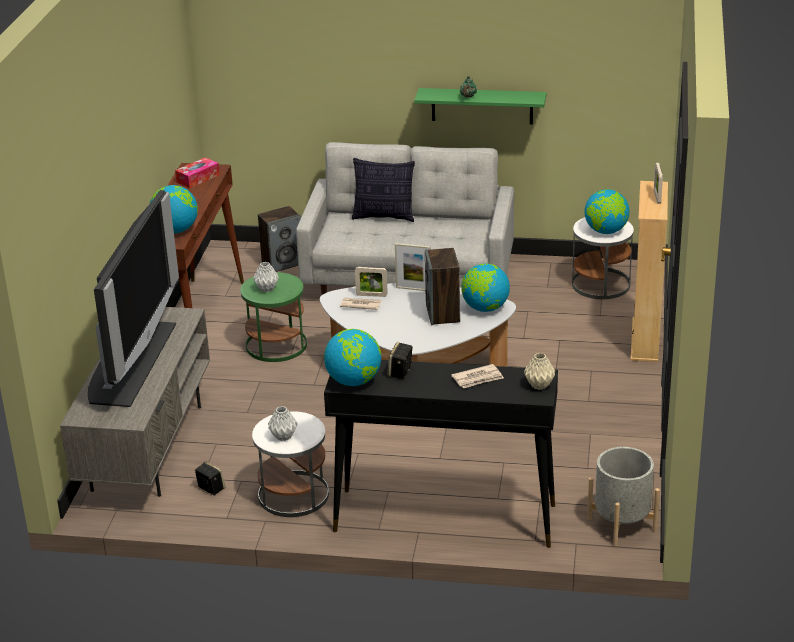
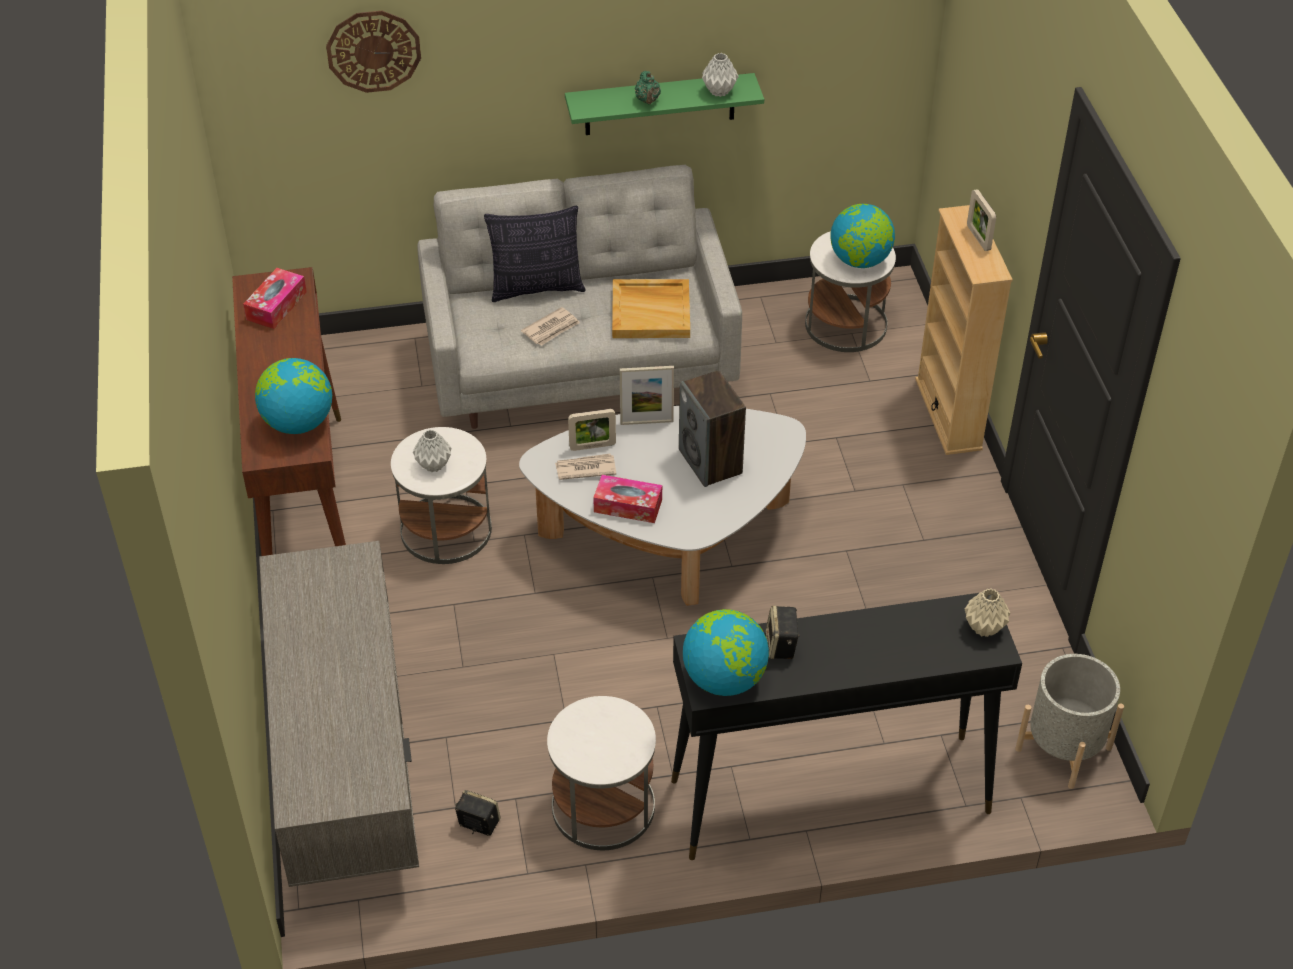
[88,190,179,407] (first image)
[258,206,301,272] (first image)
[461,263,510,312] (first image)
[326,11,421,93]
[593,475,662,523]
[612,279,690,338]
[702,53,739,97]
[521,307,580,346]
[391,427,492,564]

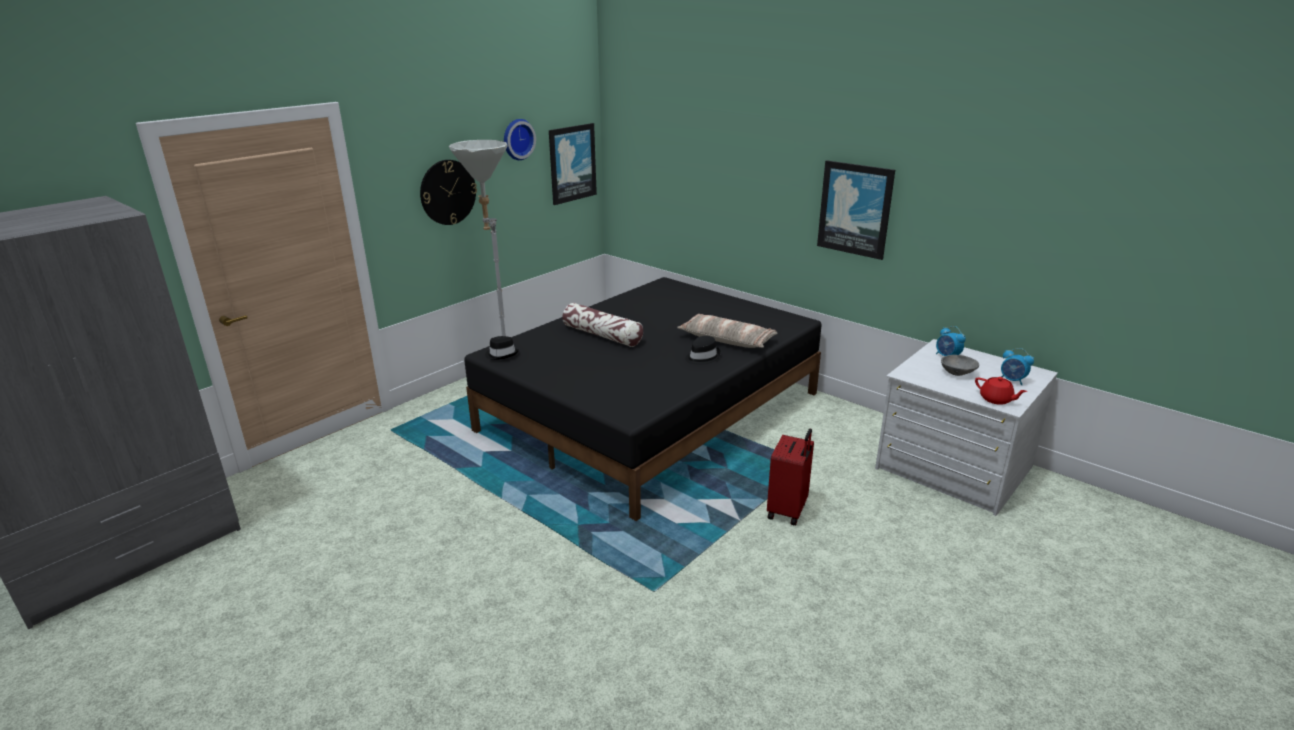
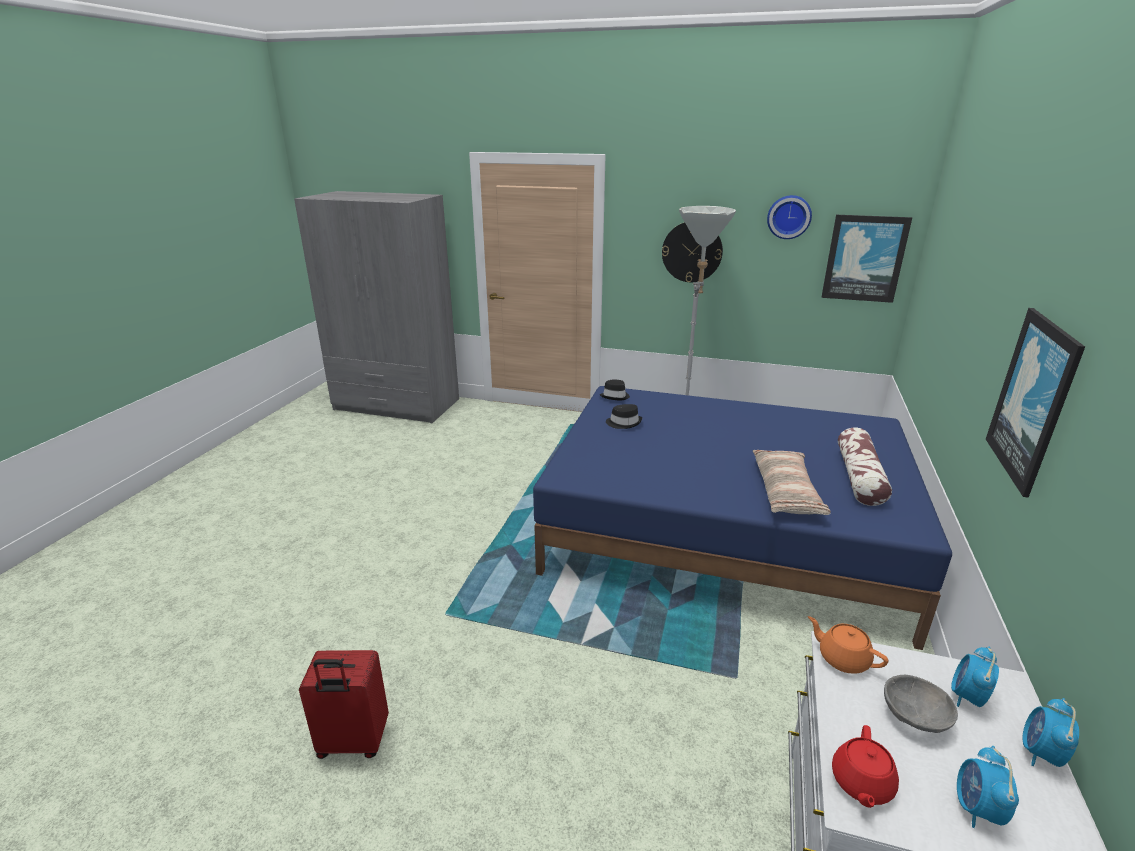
[808,616,888,674]
[1022,698,1079,767]
[838,428,892,506]
[606,404,642,429]
[299,650,389,759]
[533,386,952,650]

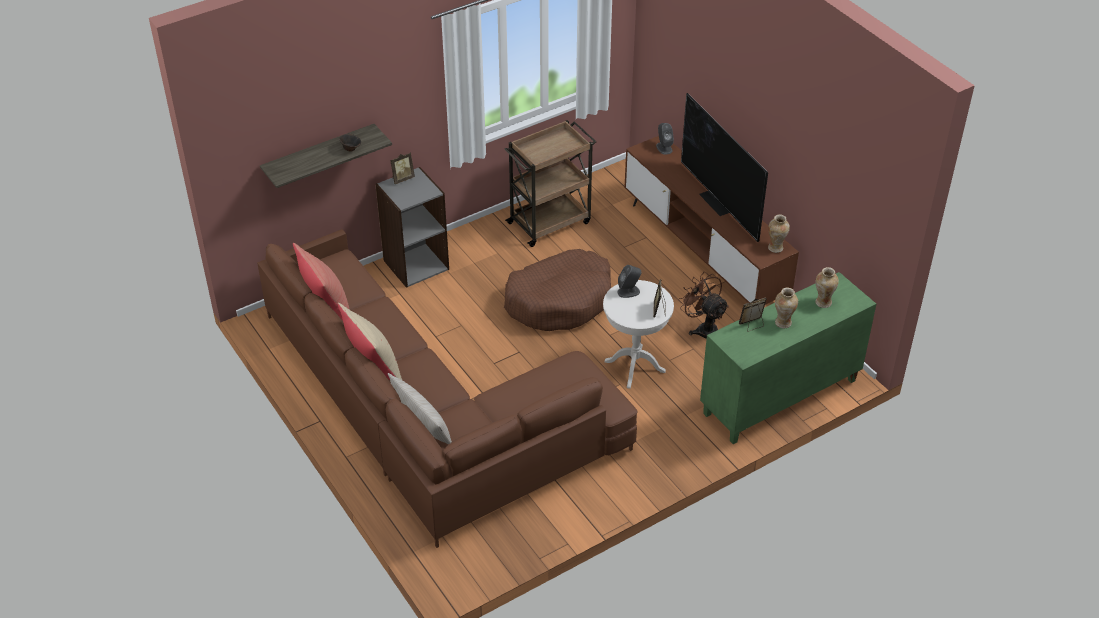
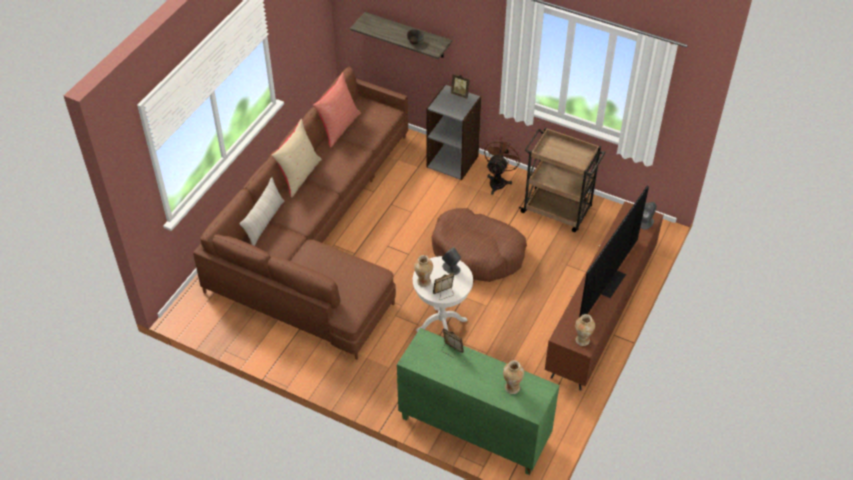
[484,138,522,195]
[414,255,433,287]

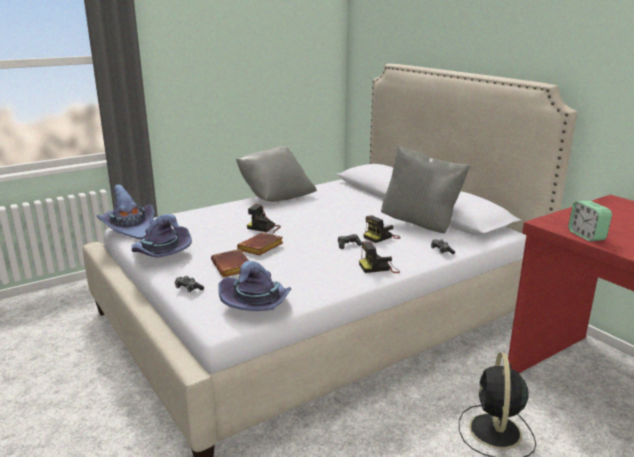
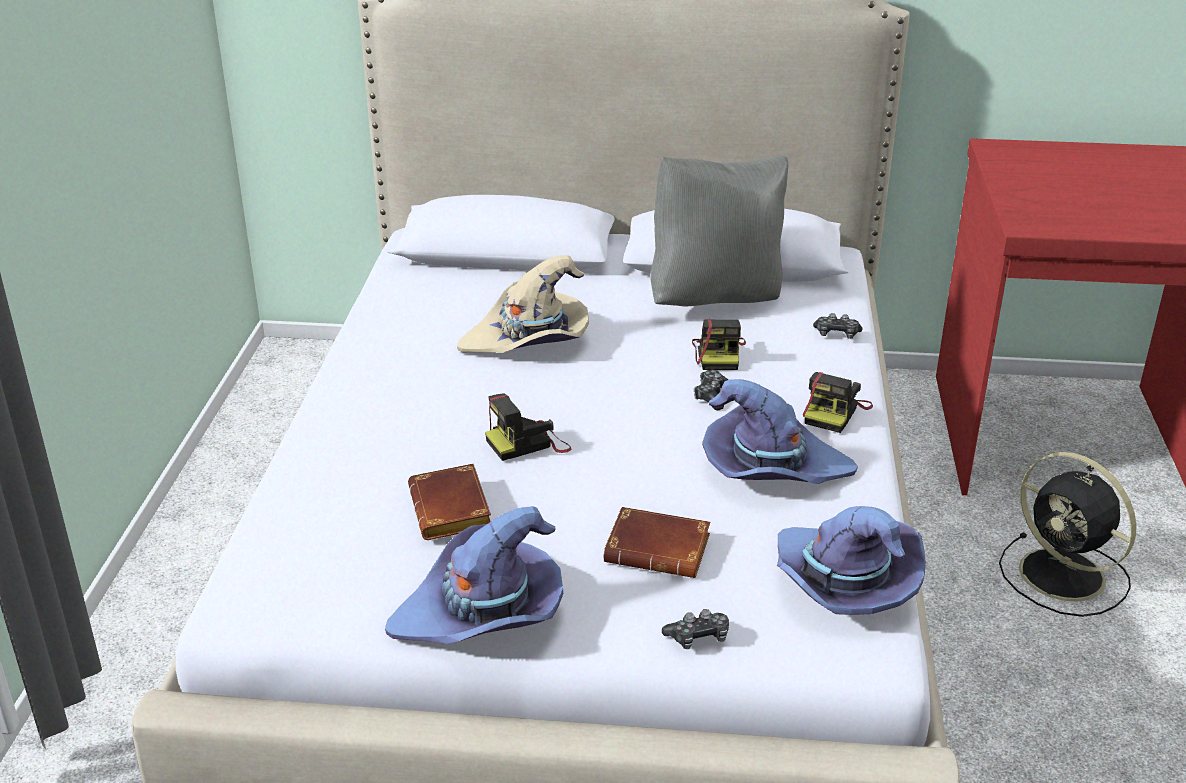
[236,146,317,202] (first image)
[568,201,612,242] (first image)
[457,255,589,353]
[702,379,858,484]
[408,464,491,540]

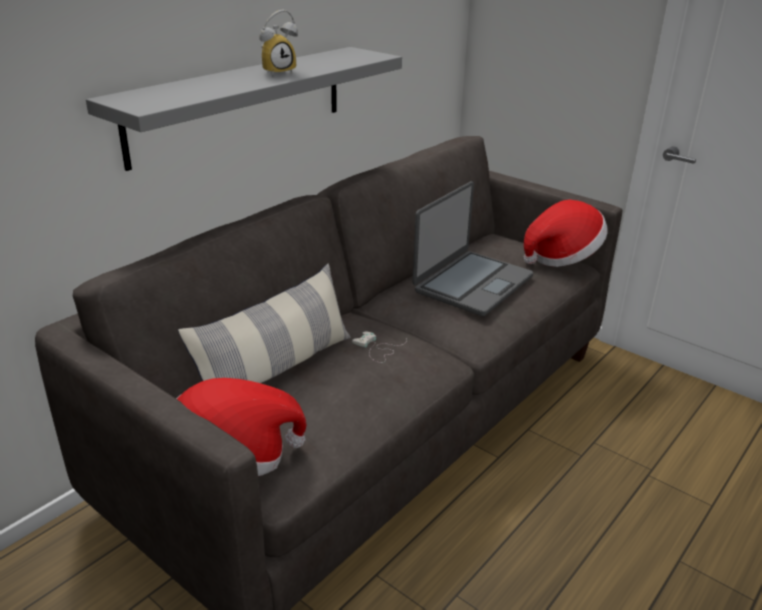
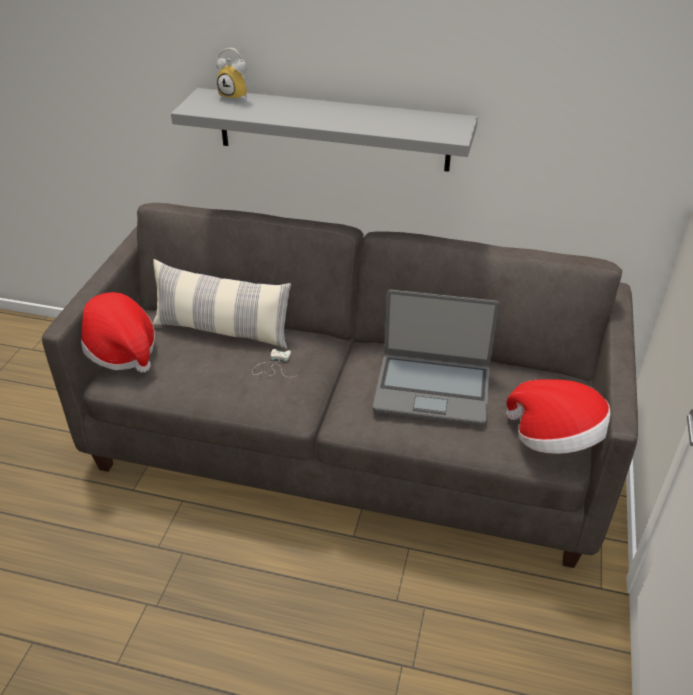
[216,48,247,102]

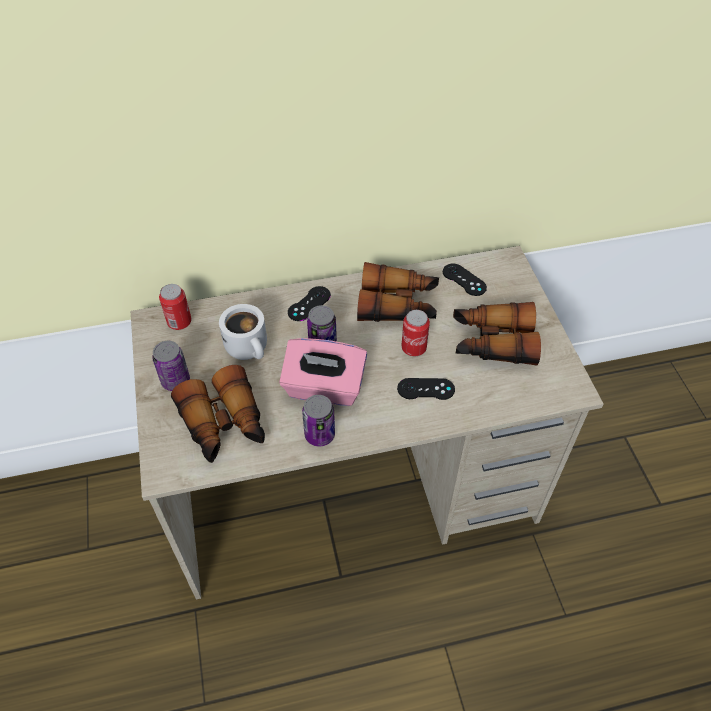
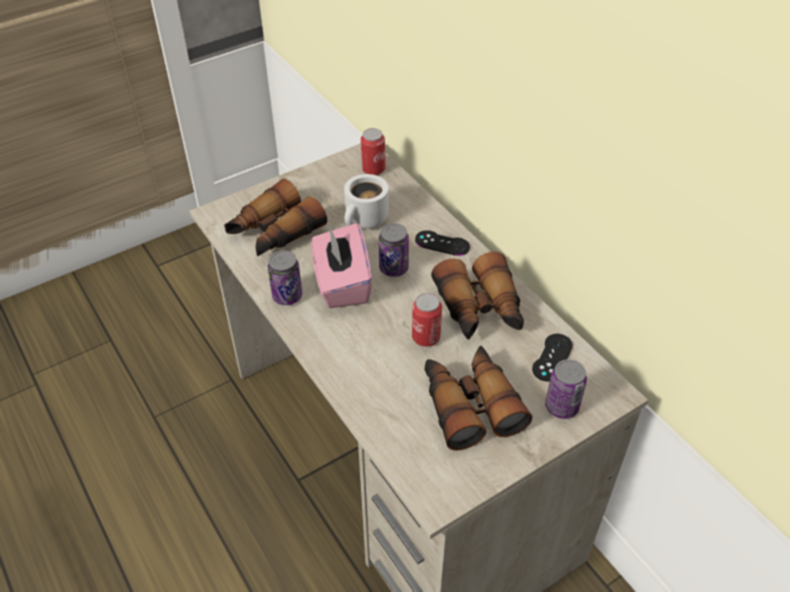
[397,378,455,400] (first image)
[545,359,587,419]

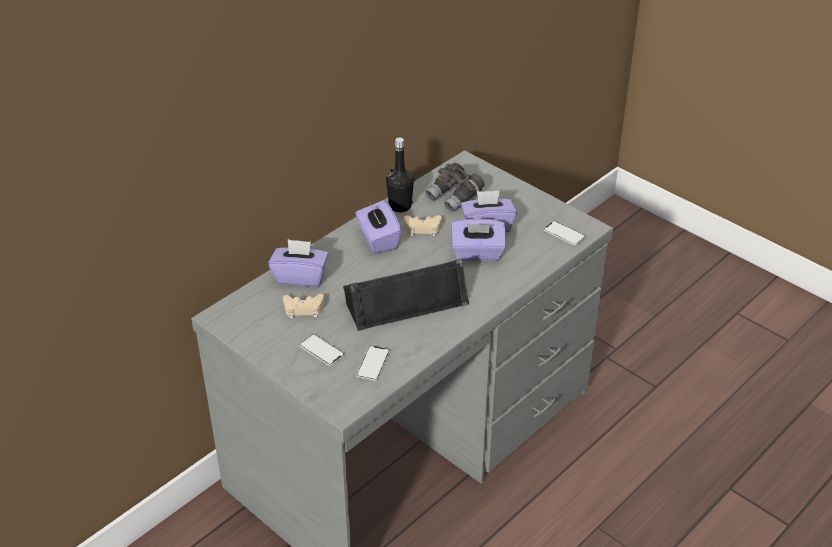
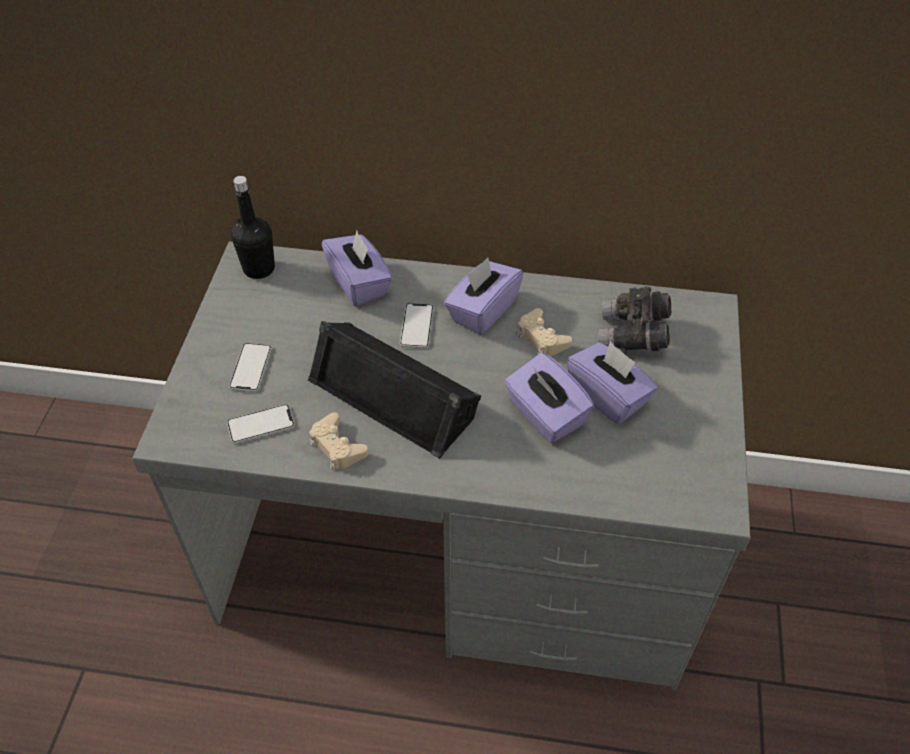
[309,412,368,470]
[231,176,275,279]
[400,303,434,348]

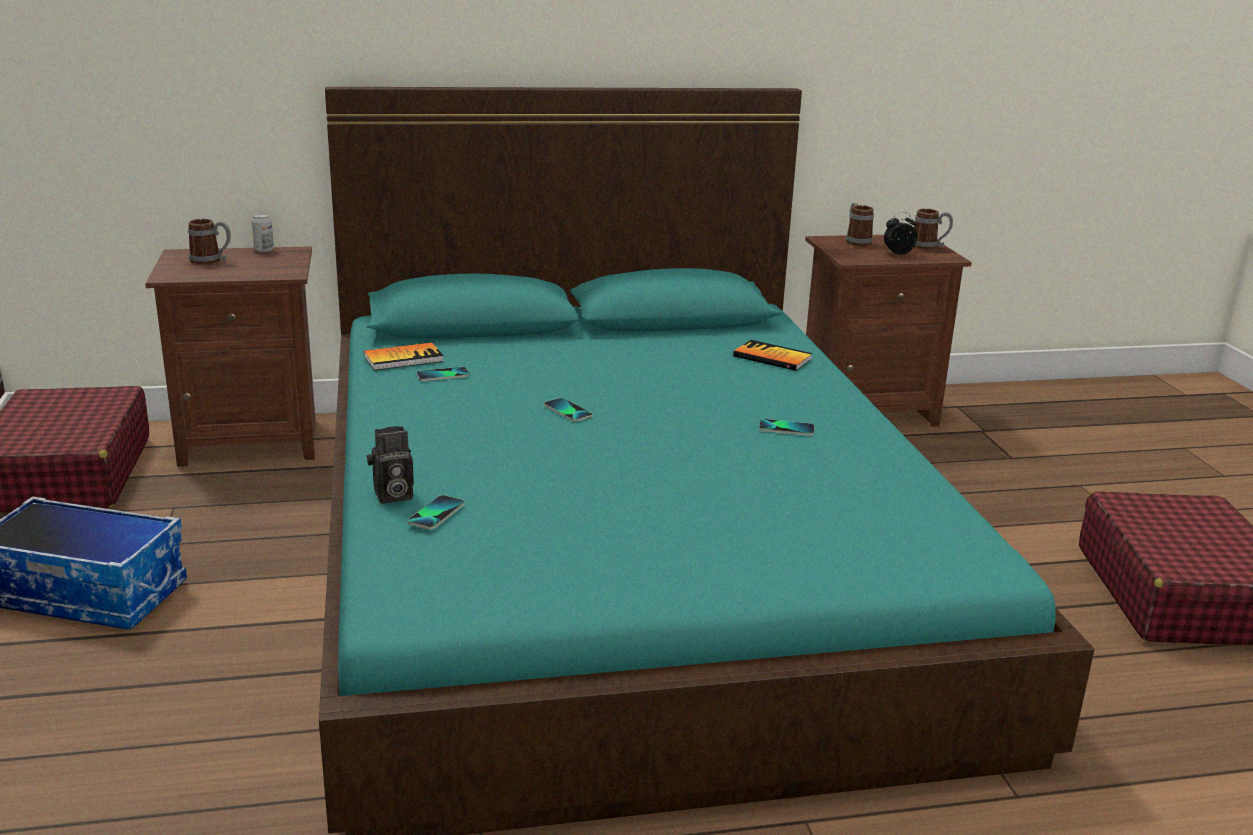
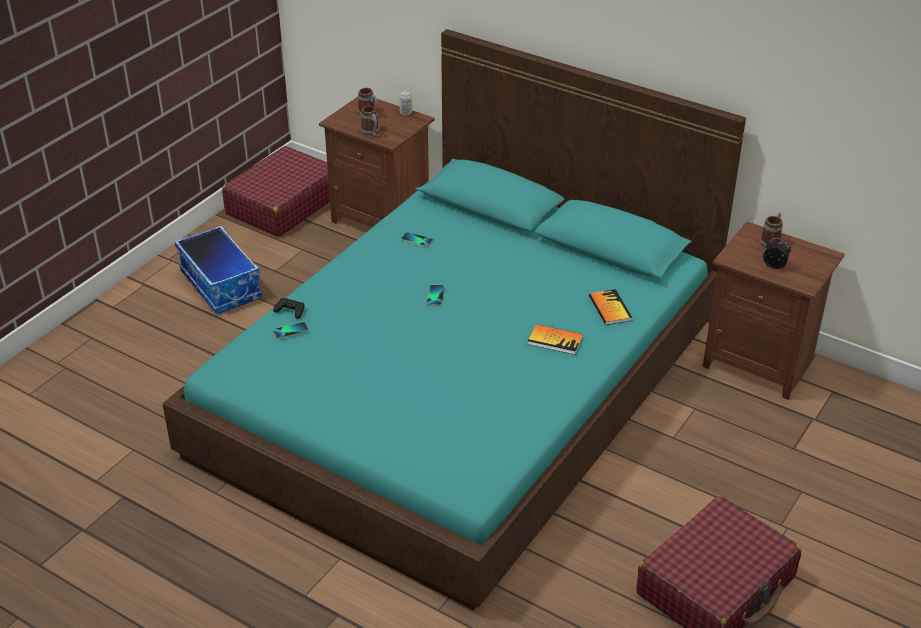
[759,419,815,436] (first image)
[528,324,583,355]
[361,106,379,136]
[273,298,305,319]

